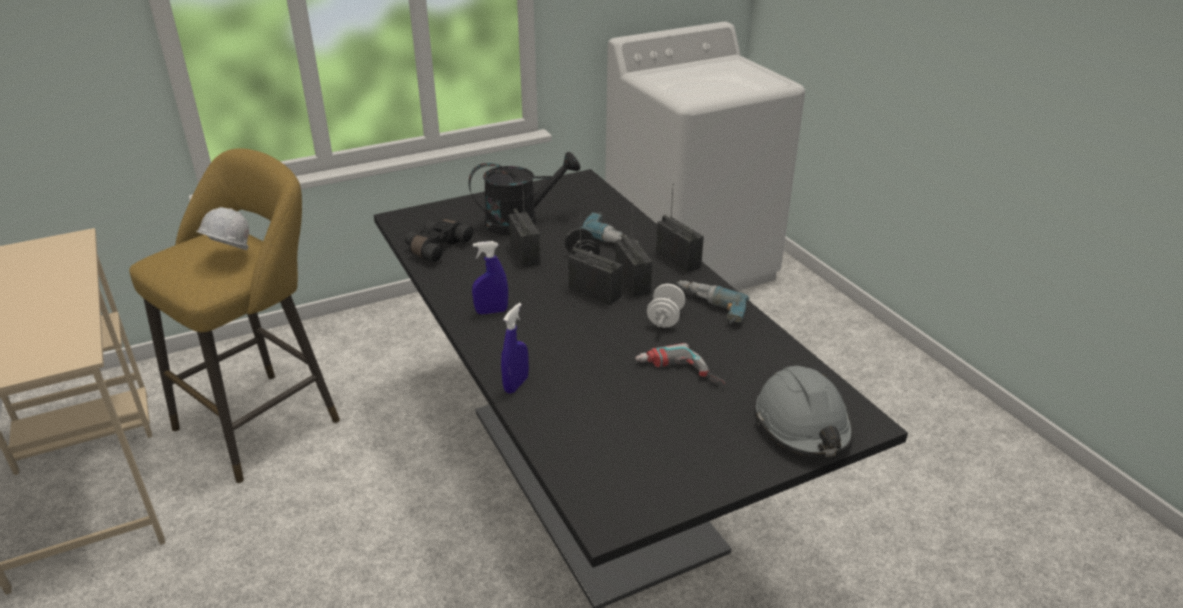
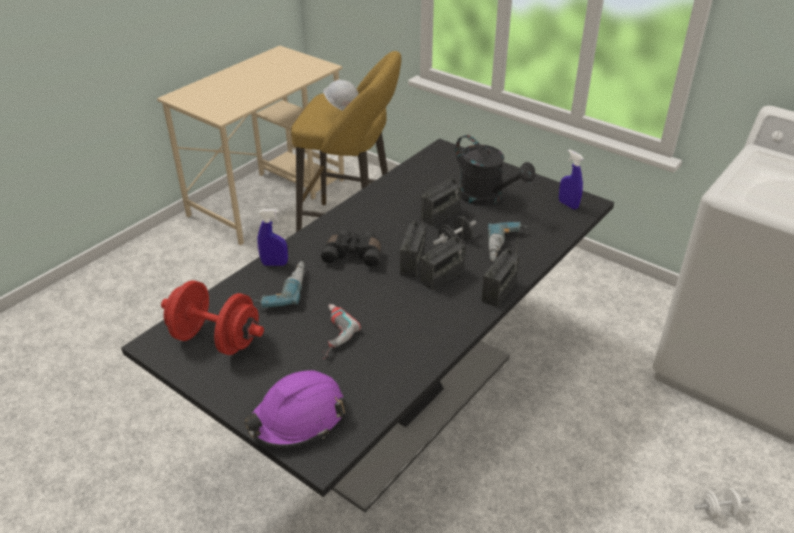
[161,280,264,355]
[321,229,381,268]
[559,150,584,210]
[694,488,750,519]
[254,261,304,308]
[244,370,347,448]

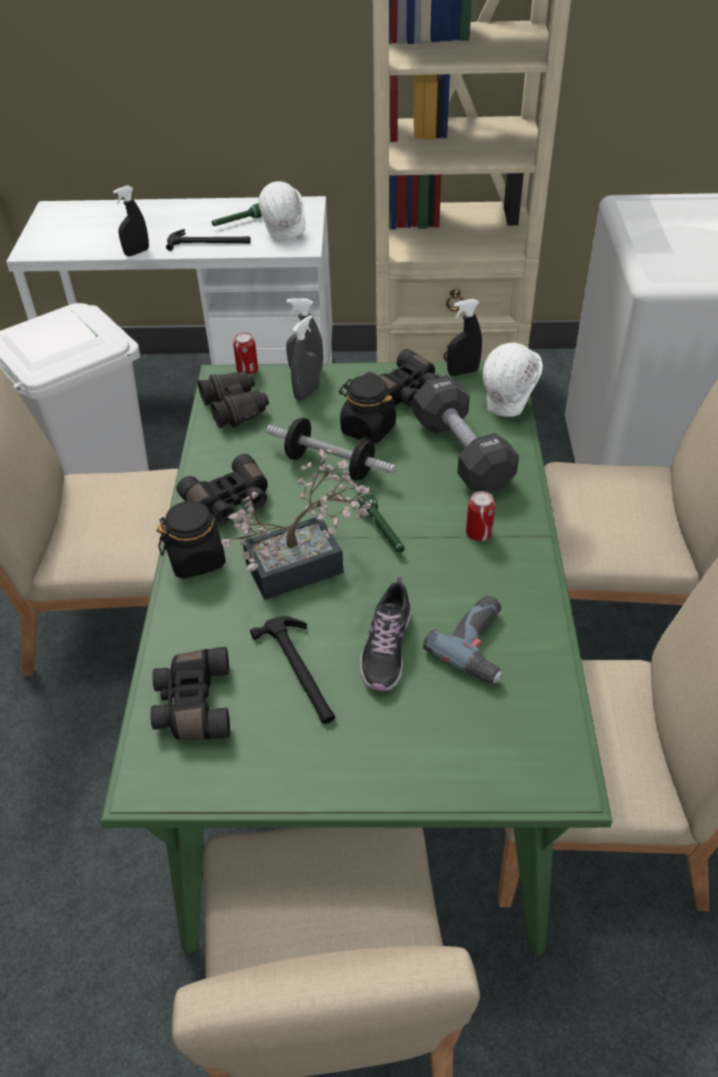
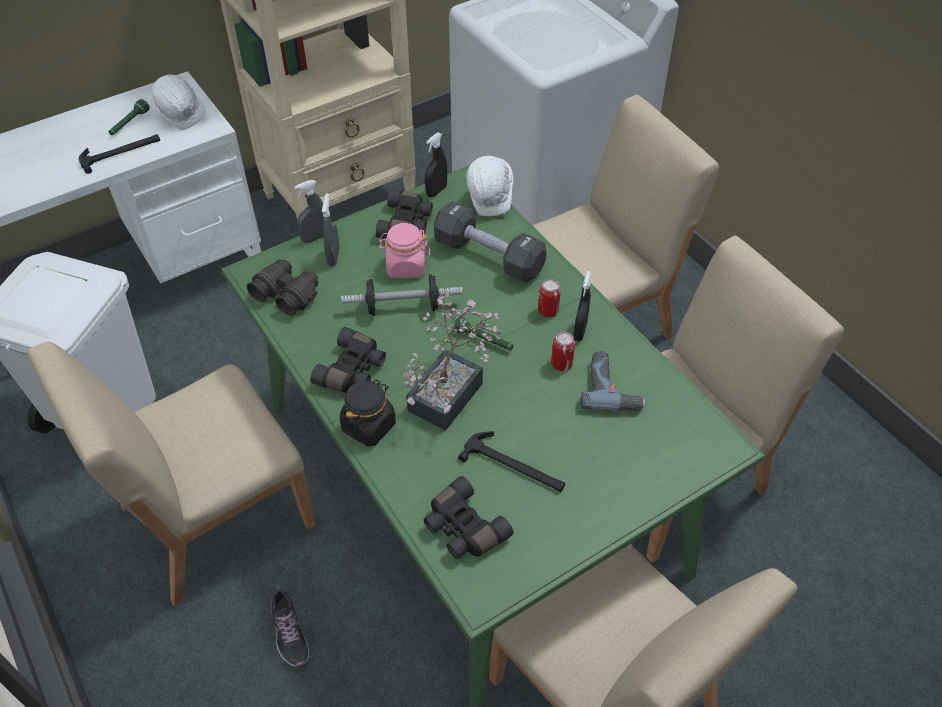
[573,271,591,341]
[551,332,575,371]
[270,586,309,667]
[378,223,430,278]

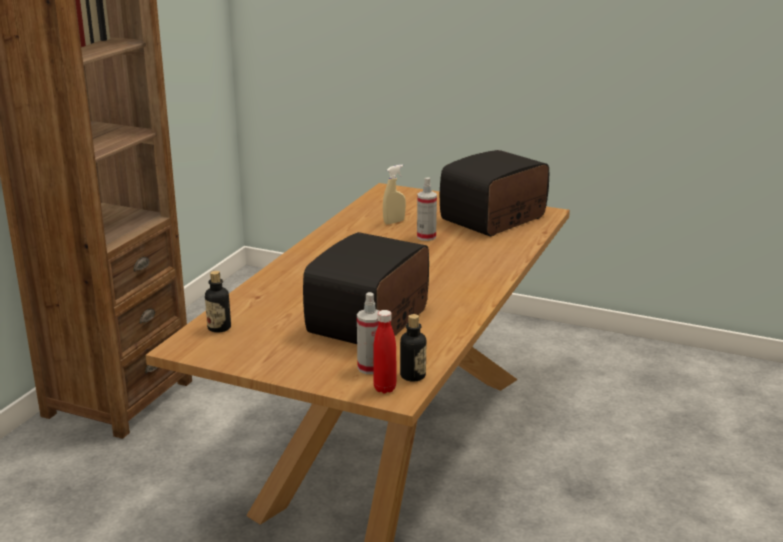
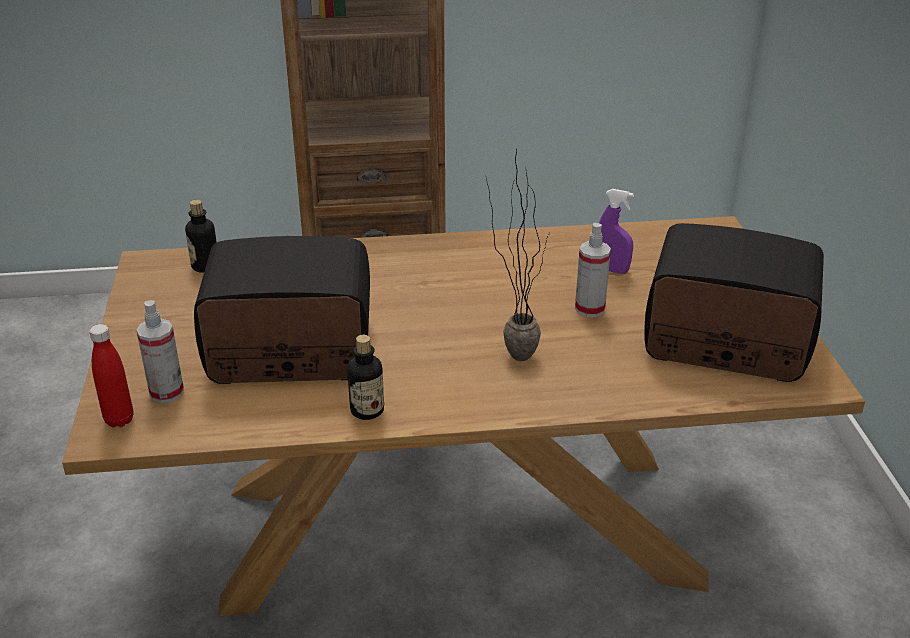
[486,149,550,361]
[347,335,384,420]
[599,189,634,274]

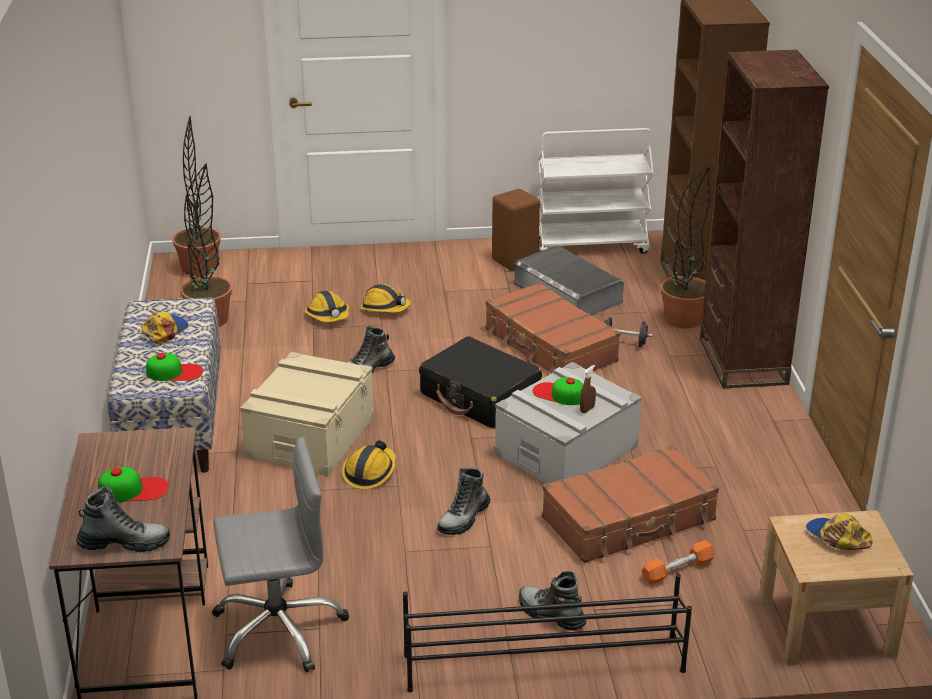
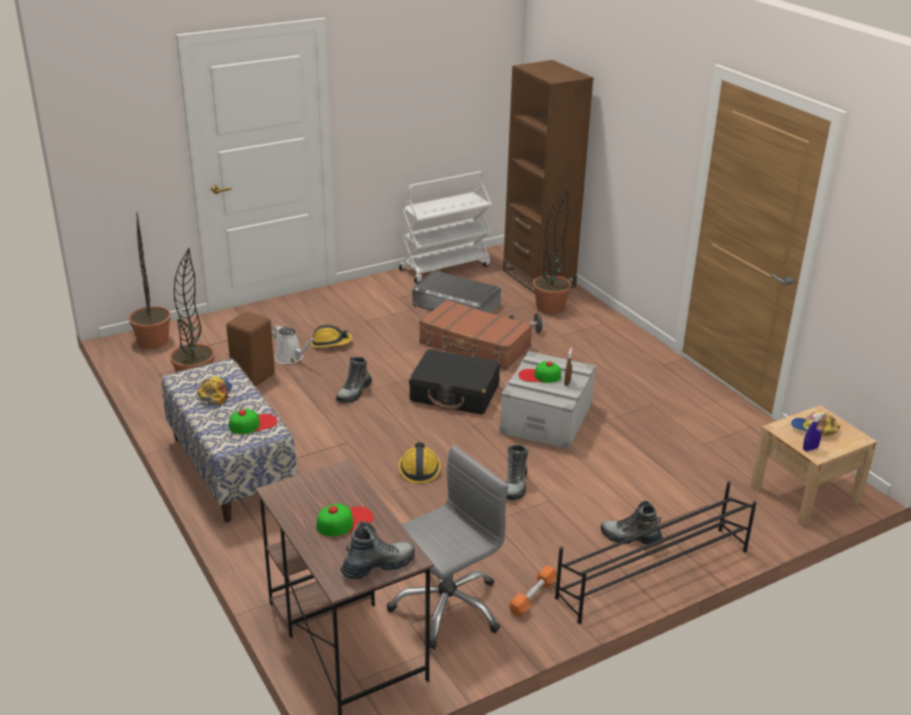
[240,352,374,477] (first image)
[542,446,719,563] (first image)
[700,50,829,388] (first image)
[803,412,825,451]
[226,311,275,386]
[509,565,557,617]
[271,325,316,364]

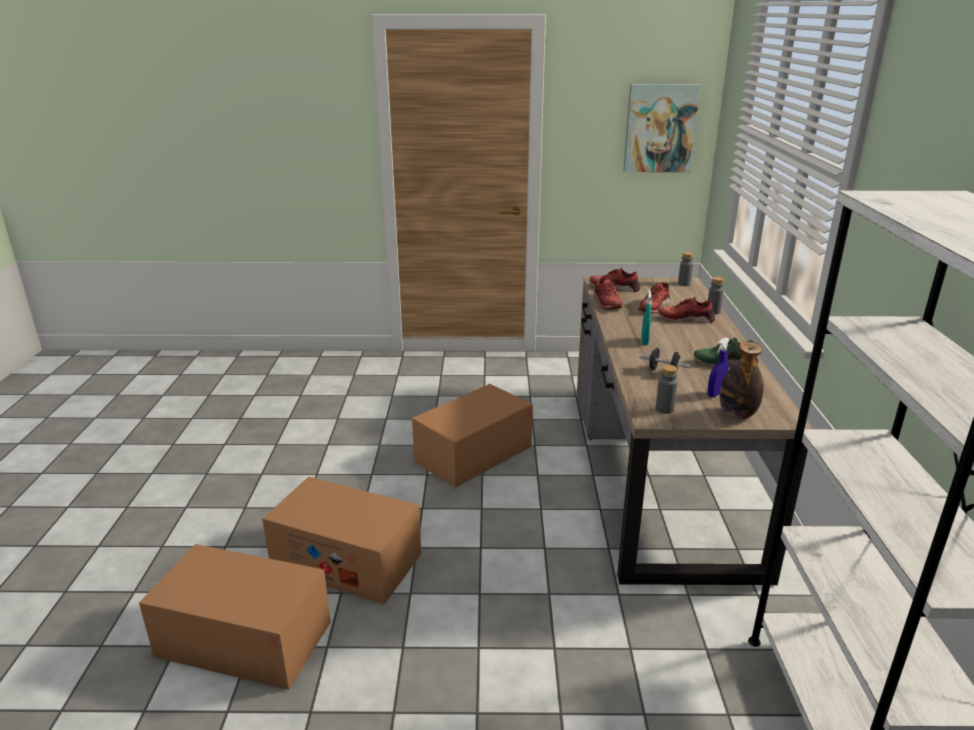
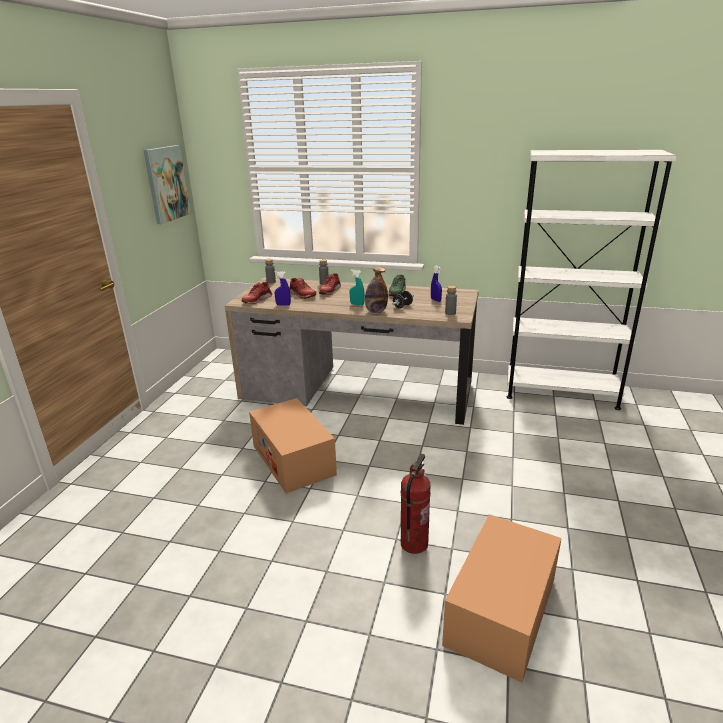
[365,267,388,313]
[401,454,431,554]
[274,271,291,306]

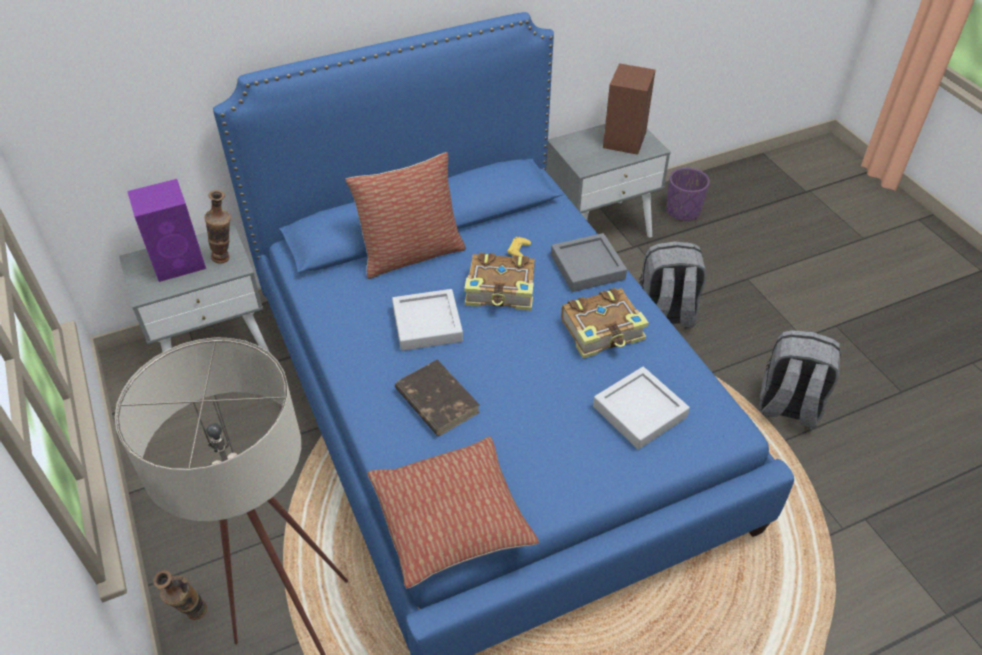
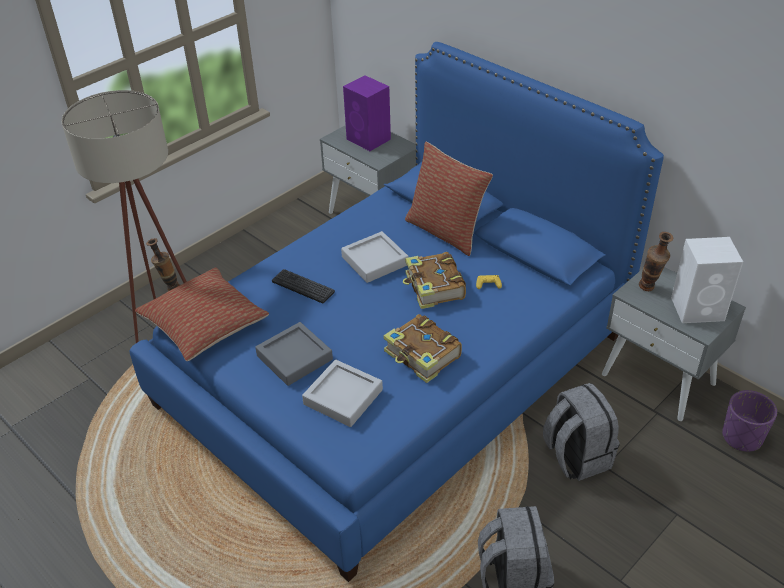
[639,232,673,291]
[255,322,333,386]
[272,269,335,304]
[671,237,743,323]

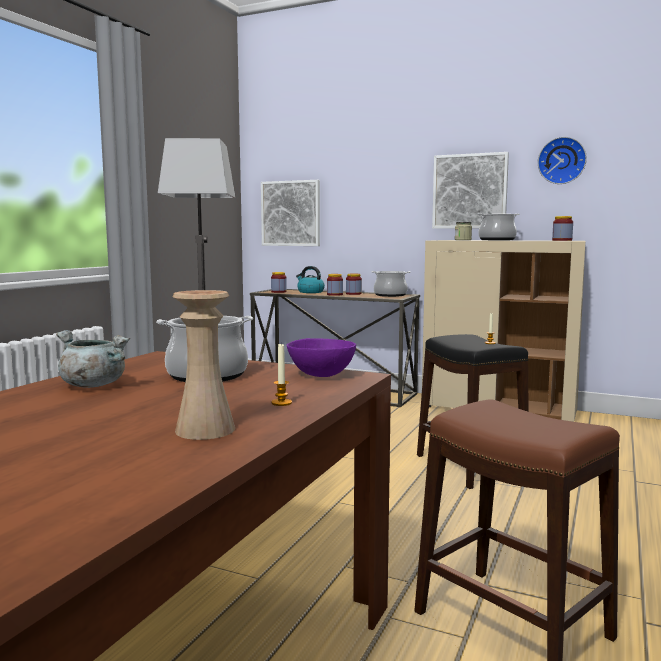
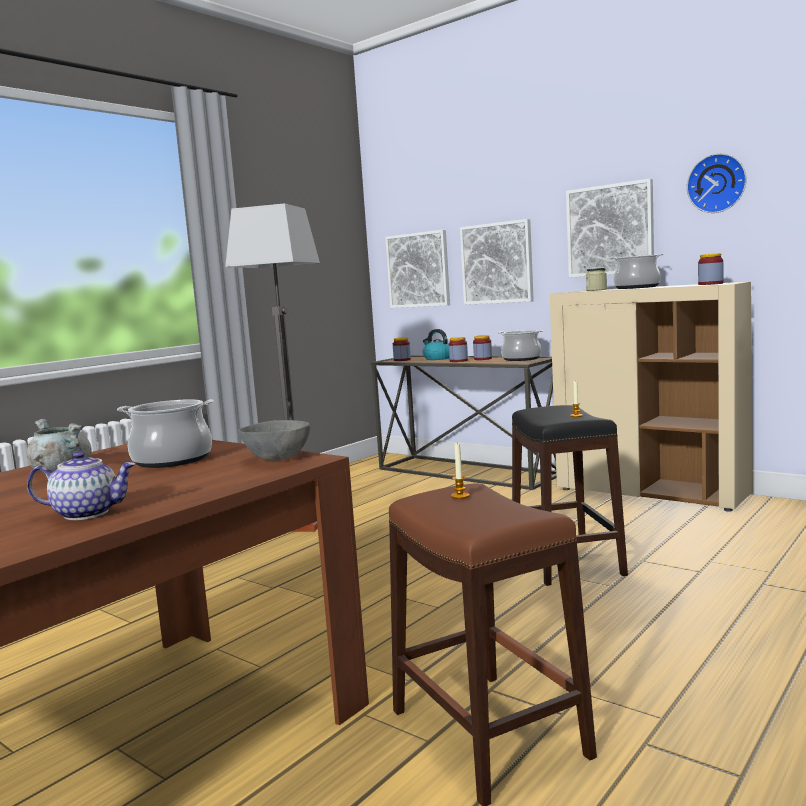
[460,219,534,305]
[451,443,470,499]
[27,451,136,520]
[238,420,310,461]

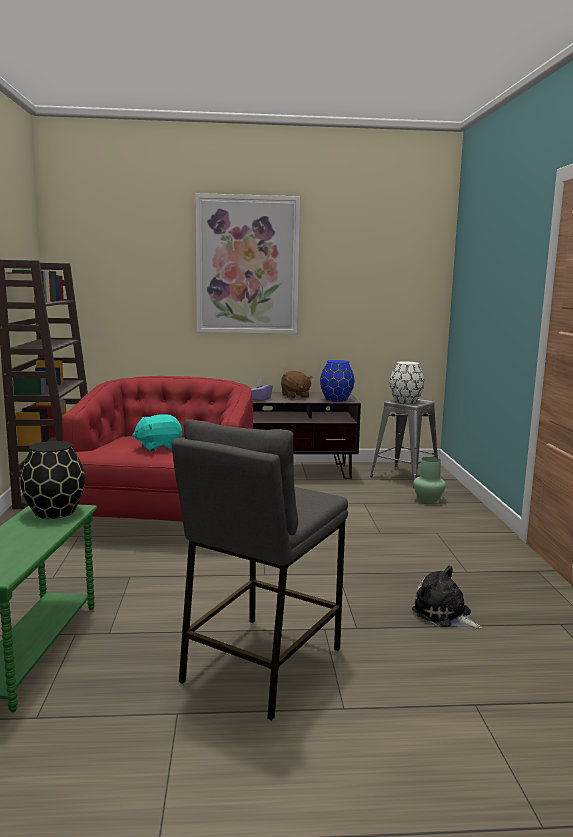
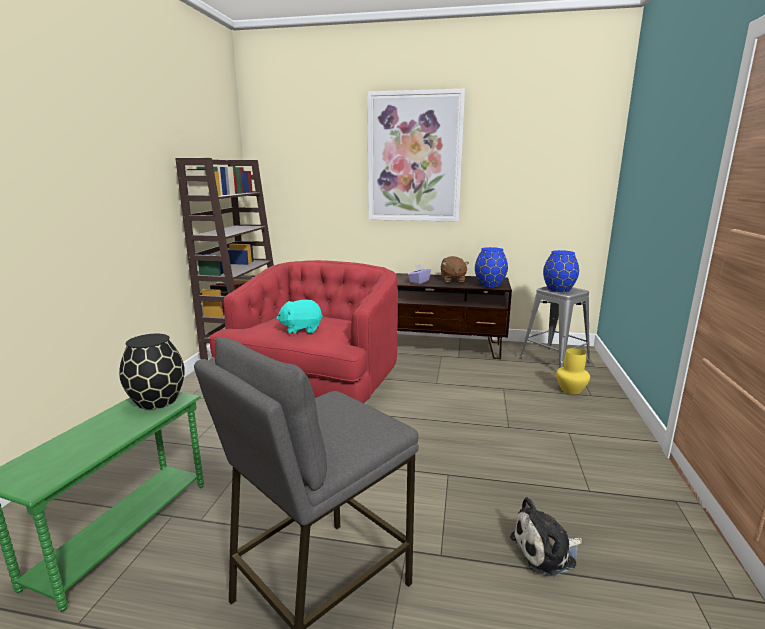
[543,250,579,292]
[556,348,590,395]
[510,497,582,576]

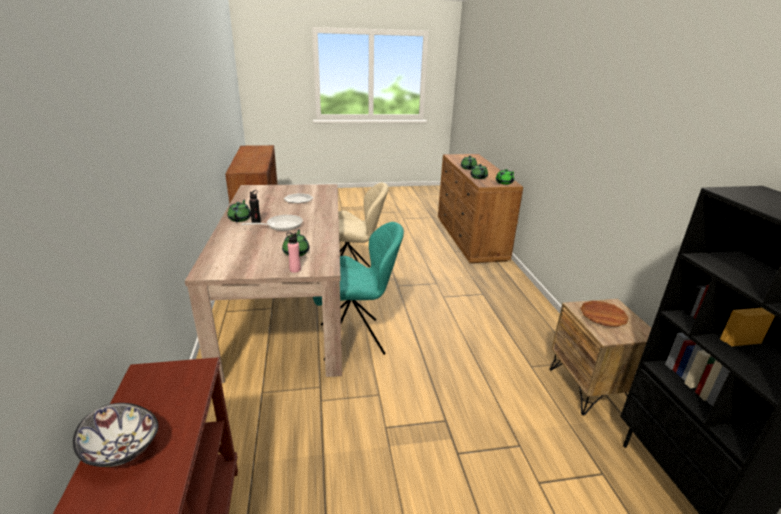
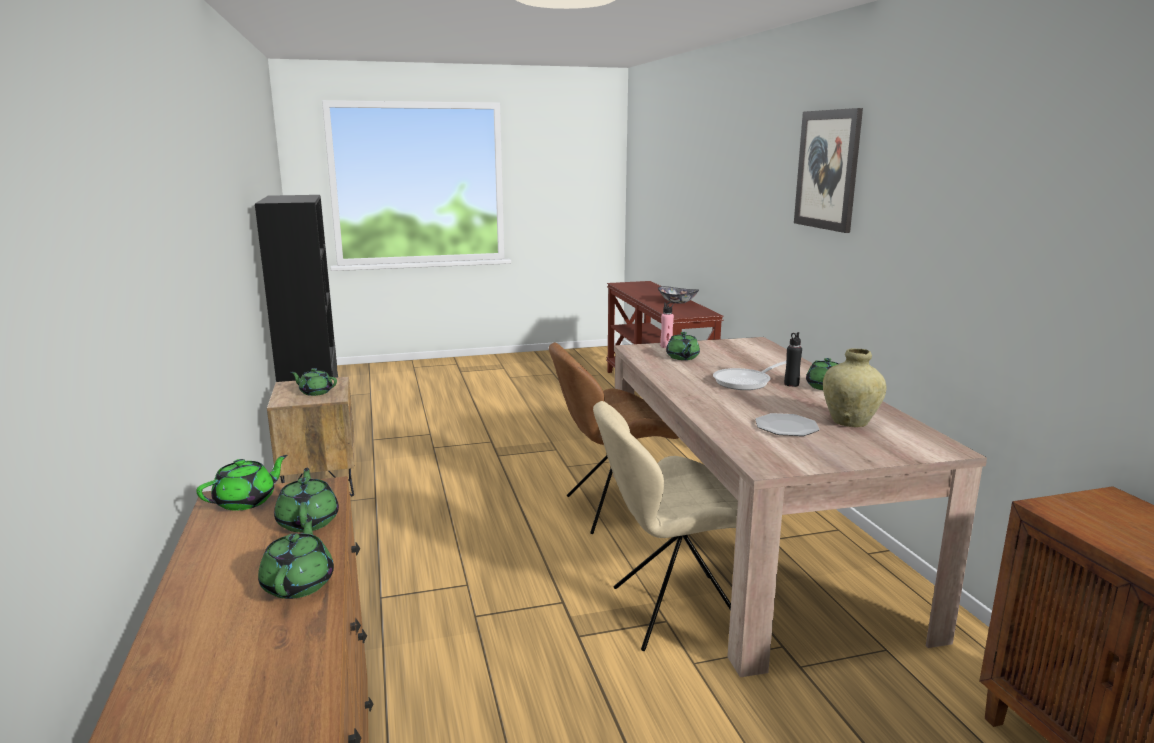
[794,108,863,233]
[823,348,887,427]
[291,368,337,396]
[549,342,679,534]

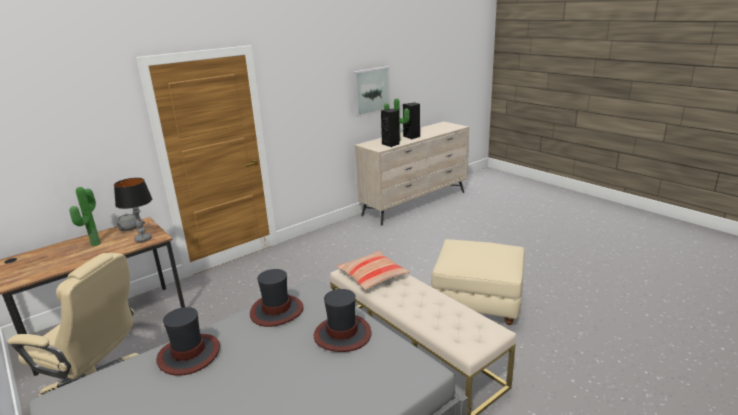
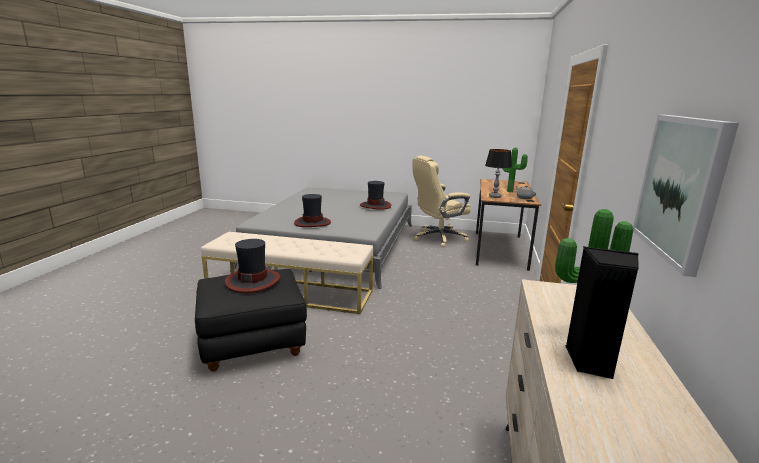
[336,251,410,290] (first image)
[381,109,400,147] (first image)
[225,239,281,293]
[195,269,307,372]

